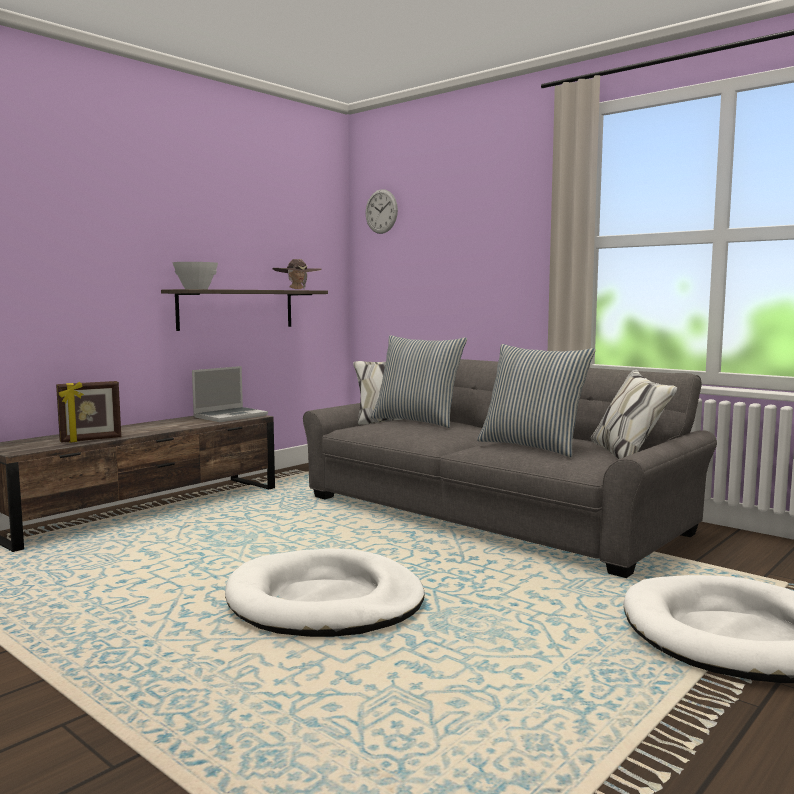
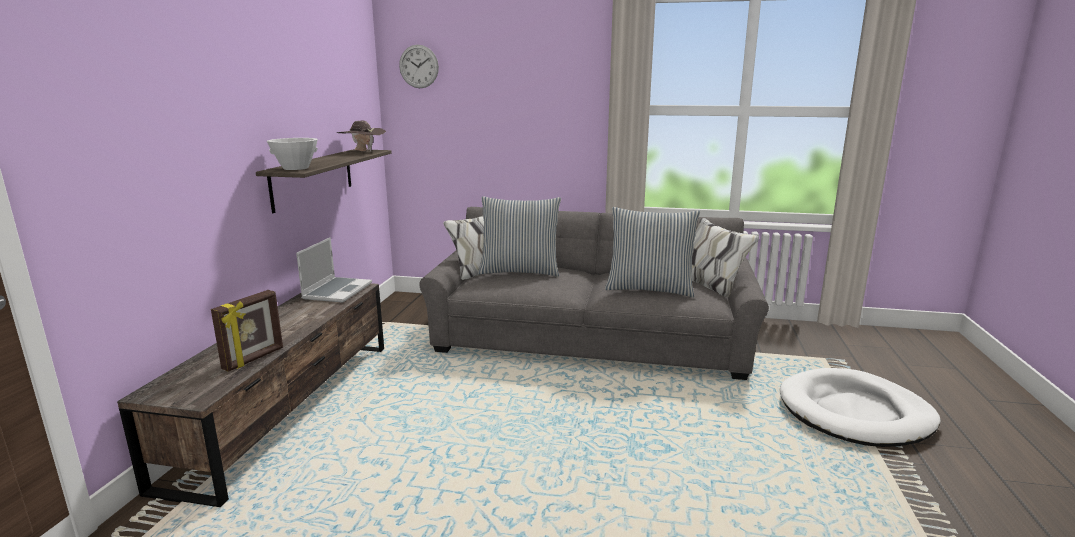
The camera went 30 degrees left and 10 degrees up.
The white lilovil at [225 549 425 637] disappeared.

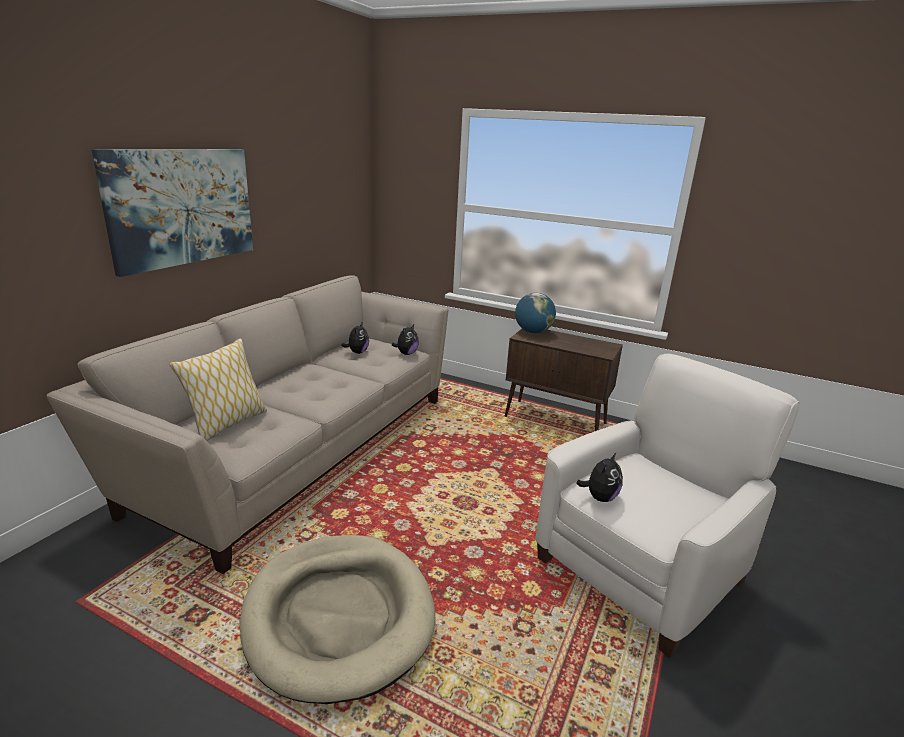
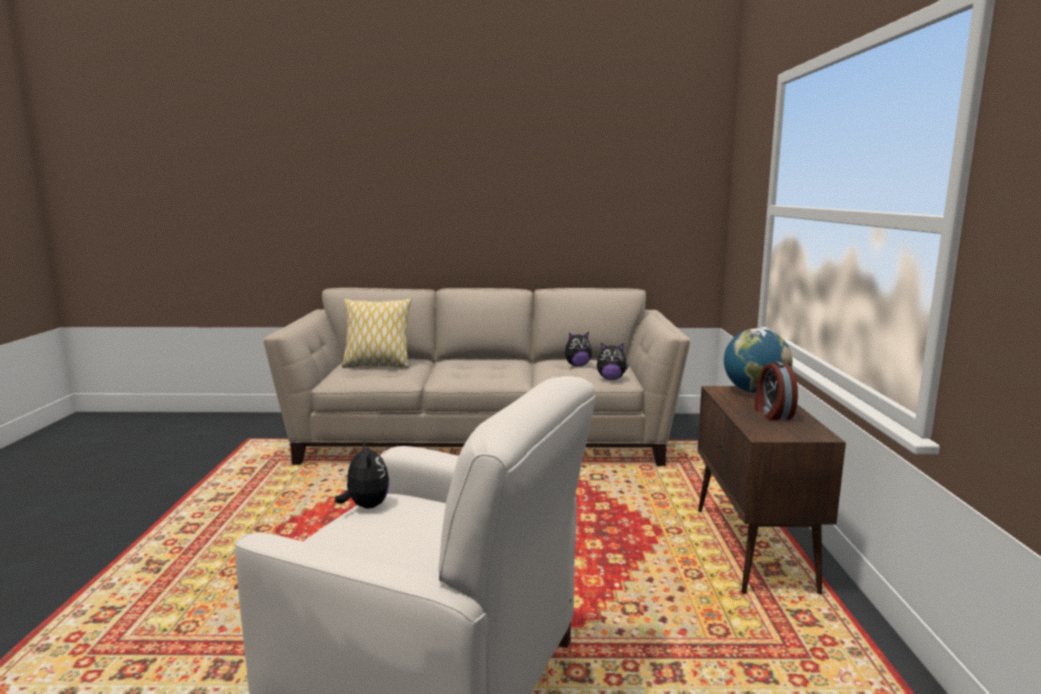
The camera went 65 degrees right and 10 degrees down.
The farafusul at [91 149 253 277] disappeared.
The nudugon at [576 453 623 502] turned 120 degrees counterclockwise.
The beige lilovil at [240 535 435 704] disappeared.
The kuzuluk at [755 361 798 420] appeared.

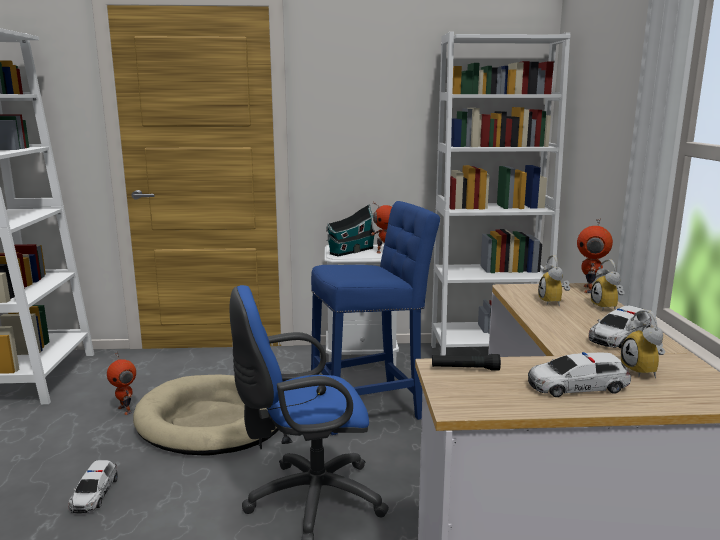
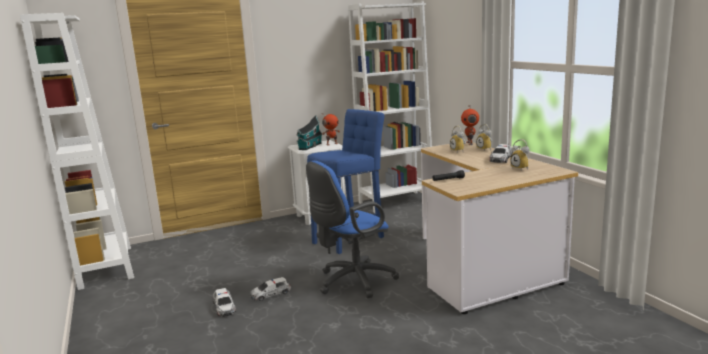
The camera went 20 degrees left and 0 degrees up.
The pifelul at [107 352 136 415] disappeared.
The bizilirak moved from [528 352 631 397] to [250 277 292 301].
The beige lilovil at [133 374 279 456] disappeared.

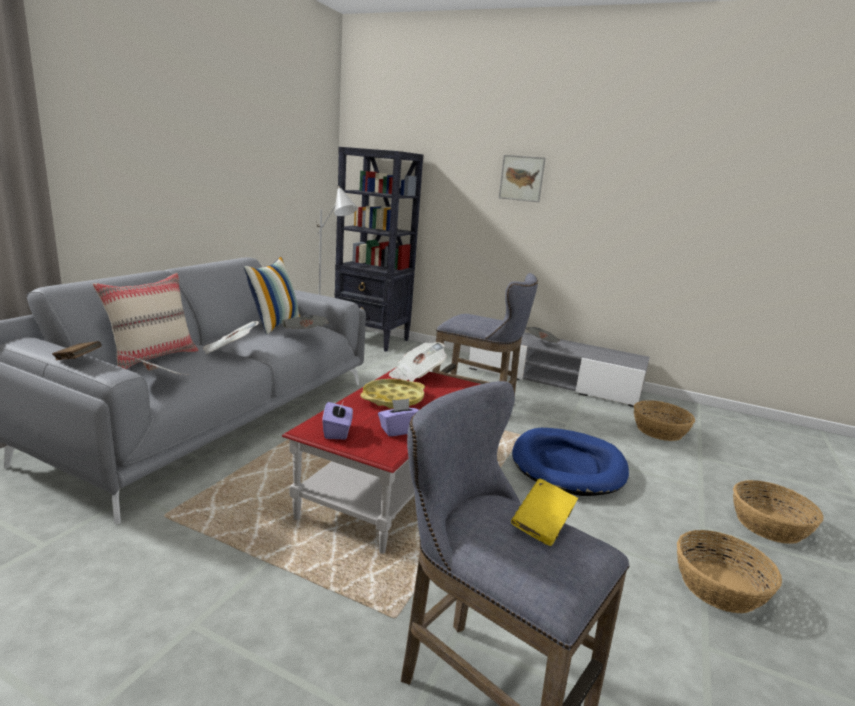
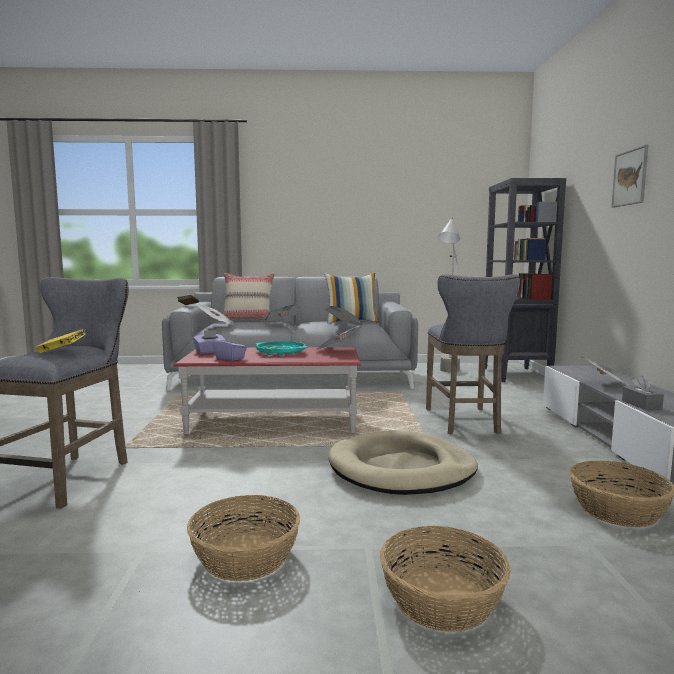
The camera went 65 degrees right and 10 degrees down.
The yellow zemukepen at [360 379 425 409] became the turquoise zemukepen at [255 341 307 356].
The blue lilovil at [512 428 629 496] became the beige lilovil at [328 430 478 495].
The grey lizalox at [622 376 664 410] appeared.

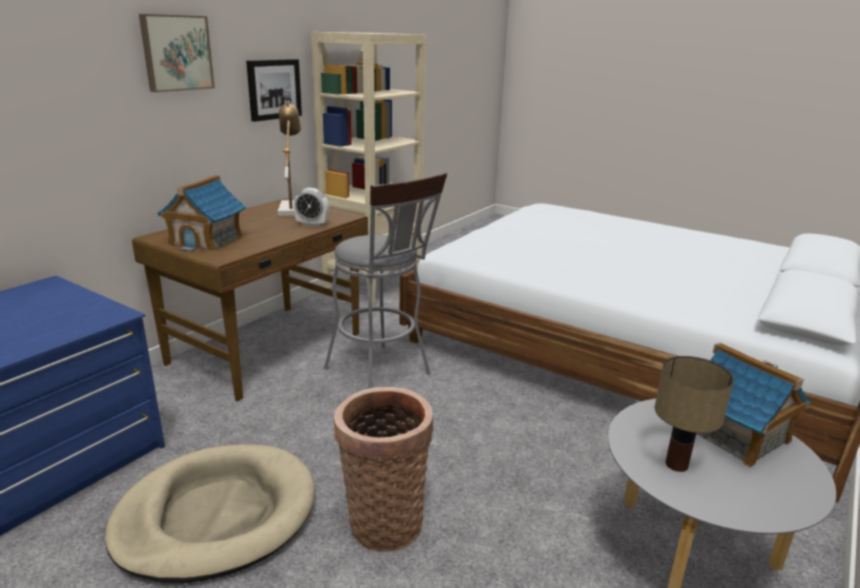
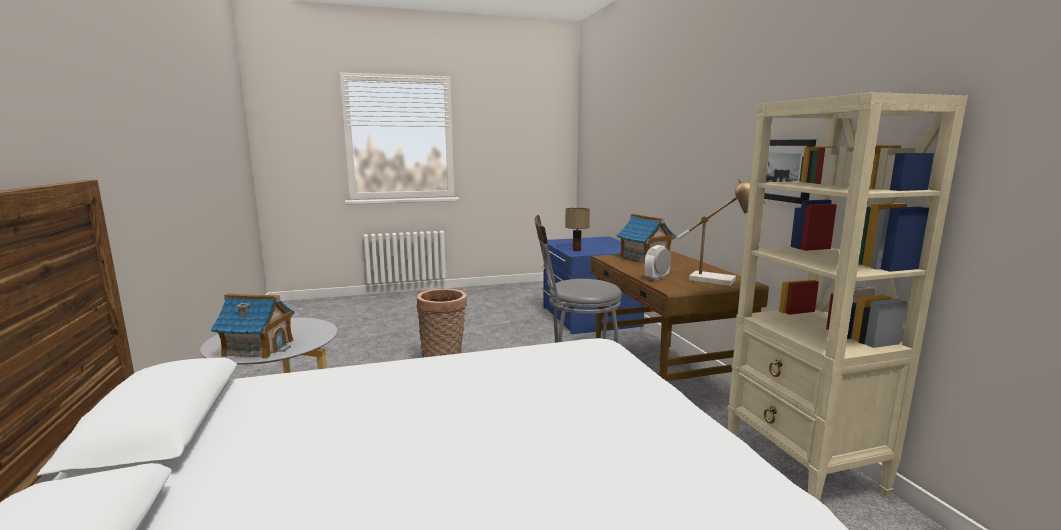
The camera went 130 degrees right and 10 degrees down.
The farafusul at [139 14 215 92] disappeared.
The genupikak moved from [655 356 734 472] to [565 208 590 251].
The beige lilovil at [105 444 314 583] disappeared.

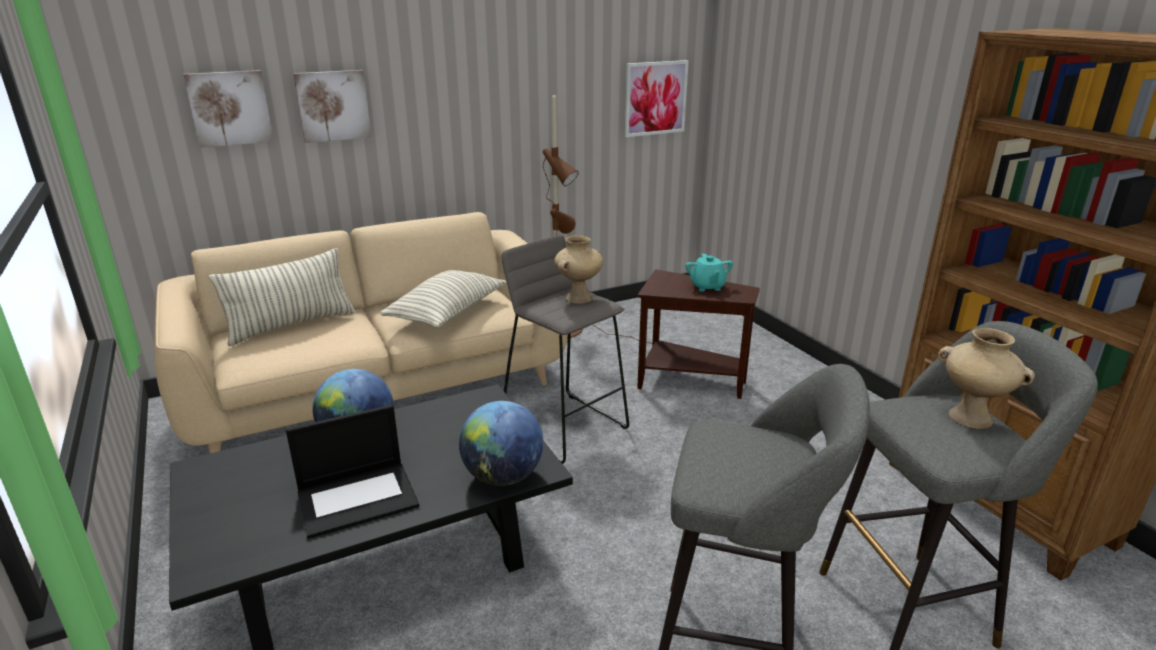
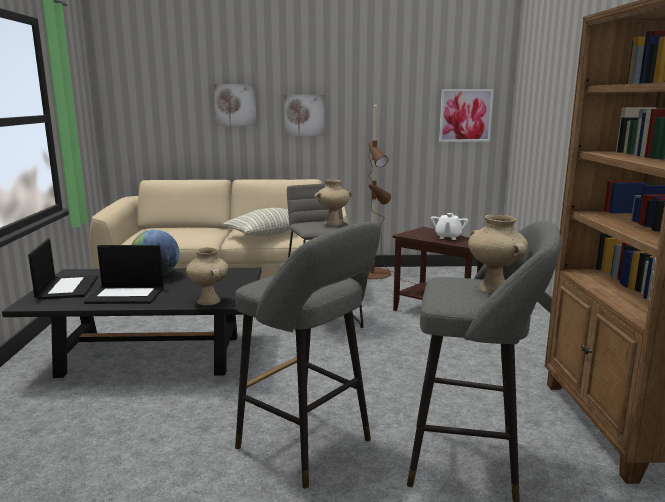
The camera went 25 degrees right and 10 degrees down.
The farafusul moved from [183 70 274 148] to [284 95 325 136].
The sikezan at [209 248 355 346] disappeared.
The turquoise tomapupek at [685 254 733 292] became the white tomapupek at [431 213 468 240].
The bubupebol at [459 401 544 486] was replaced by the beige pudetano at [186 248 228 306].
The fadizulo at [28 238 98 300] appeared.

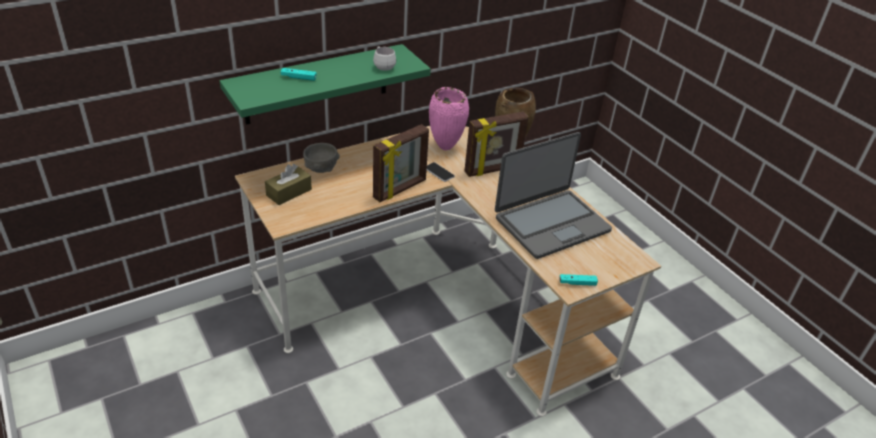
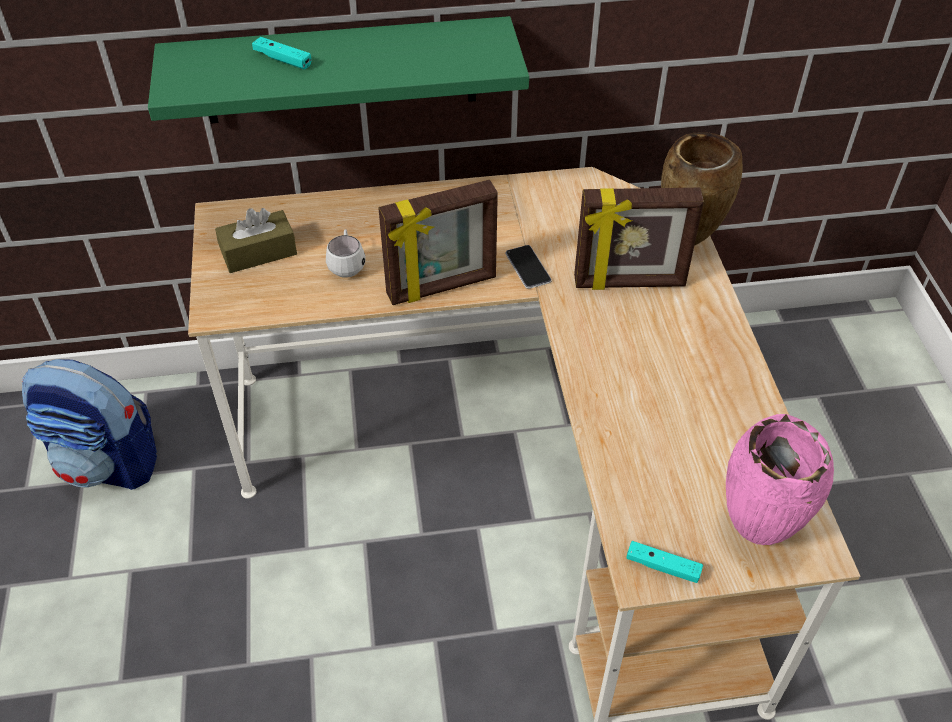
The camera went 25 degrees right and 10 degrees up.
The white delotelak moved from [373 46 396 71] to [326 229 365 278].
The pink pudetano moved from [429 87 469 150] to [726 414 834 545].
The fadizulo at [495 132 612 259] disappeared.
The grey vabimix at [303 143 340 173] disappeared.
The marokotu at [22 359 157 490] appeared.

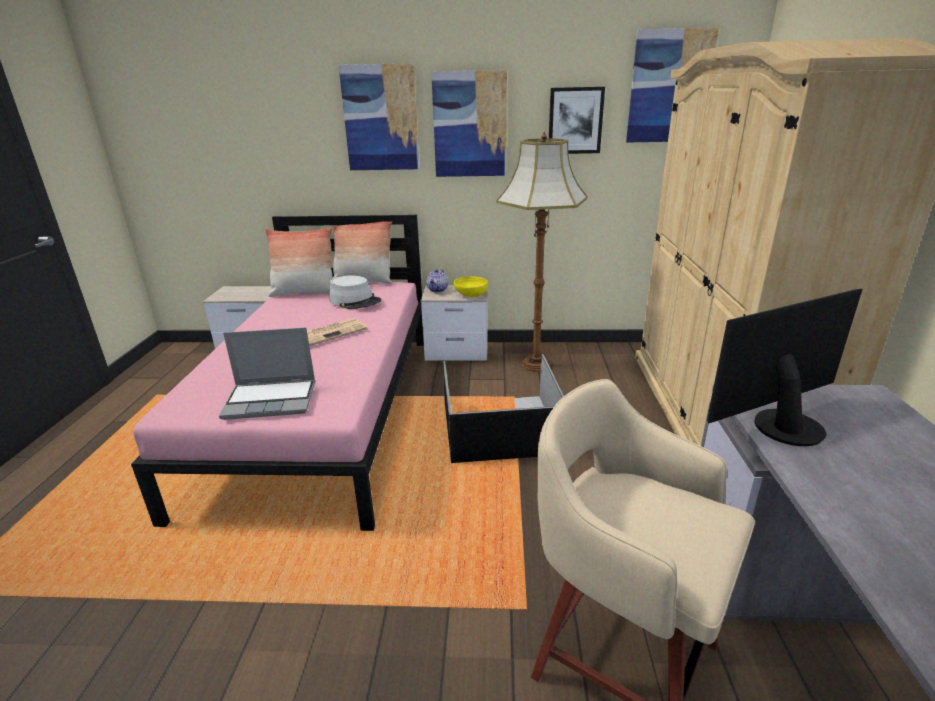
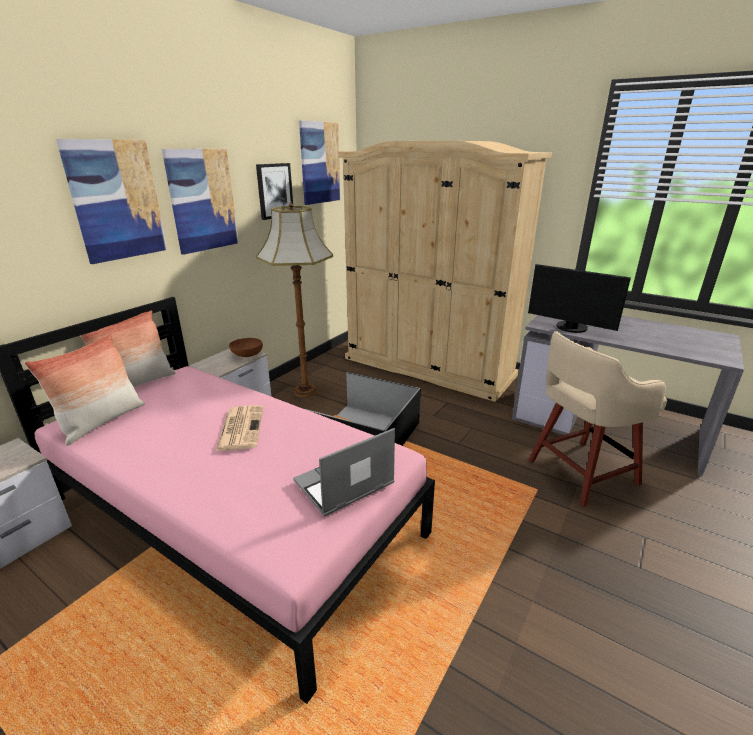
The camera went 60 degrees left and 0 degrees up.
The tomapupek at [426 269 448 293] disappeared.
The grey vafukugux at [329 275 381 309] disappeared.
The yellow vabimix at [454 276 488 297] became the brown vabimix at [229 338 263 357].
The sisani at [707 289 863 446] turned 60 degrees counterclockwise.
The fadizulo at [219 327 315 420] turned 150 degrees counterclockwise.

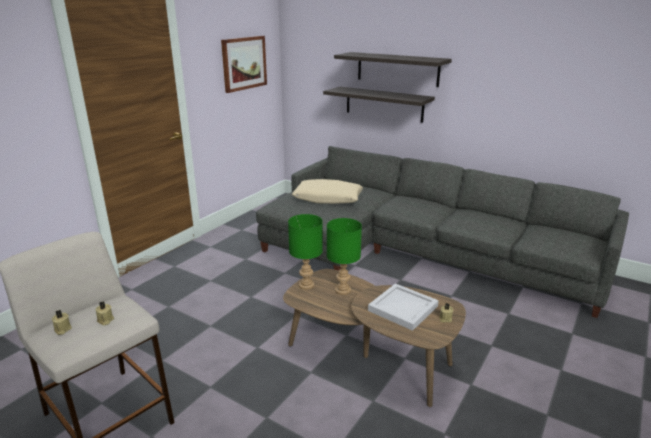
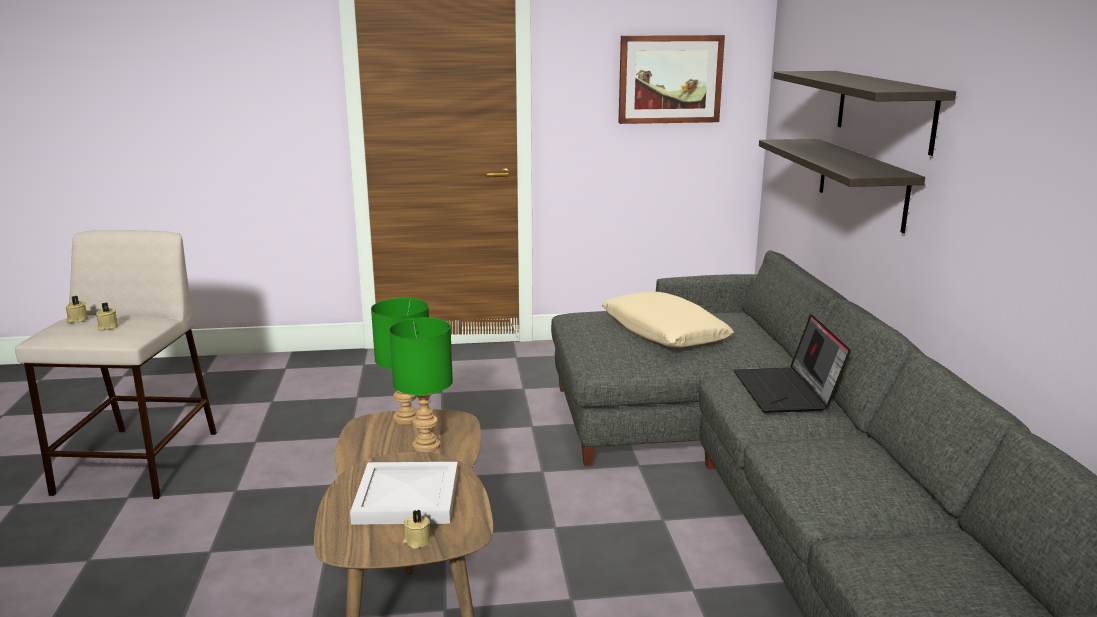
The camera went 50 degrees right and 5 degrees down.
The fadizulo at [734 314 851 413] appeared.

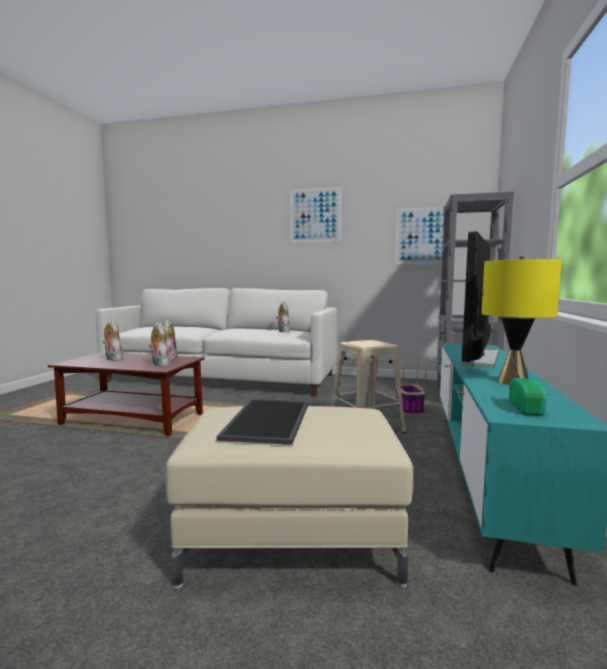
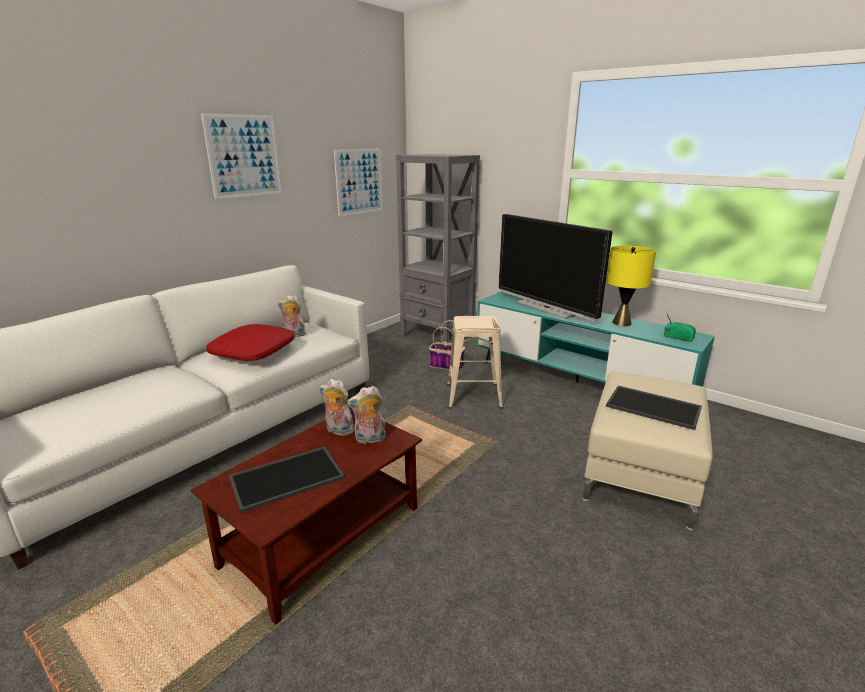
The camera went 65 degrees left and 15 degrees up.
The nudugon at [103 320 124 361] was replaced by the zemukepen at [229 447 345 513].
The red sikezan at [206 324 294 361] appeared.

